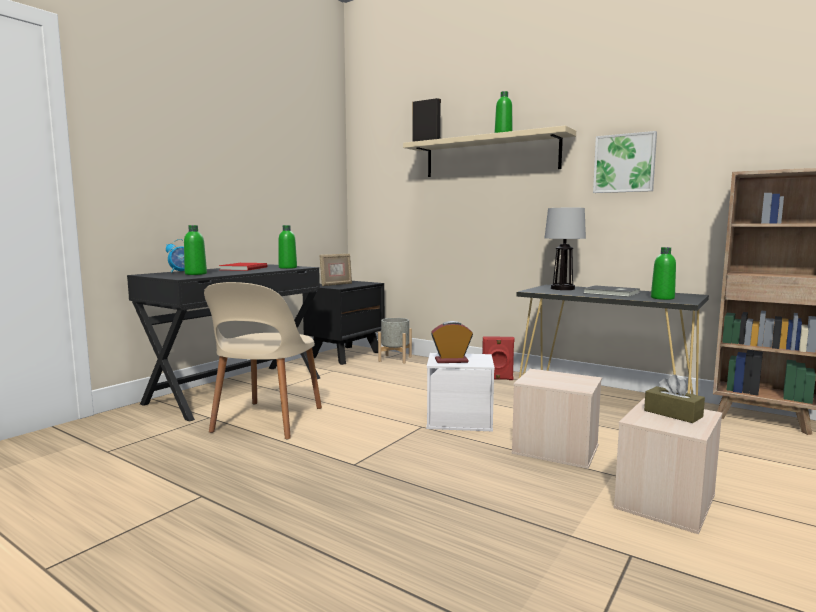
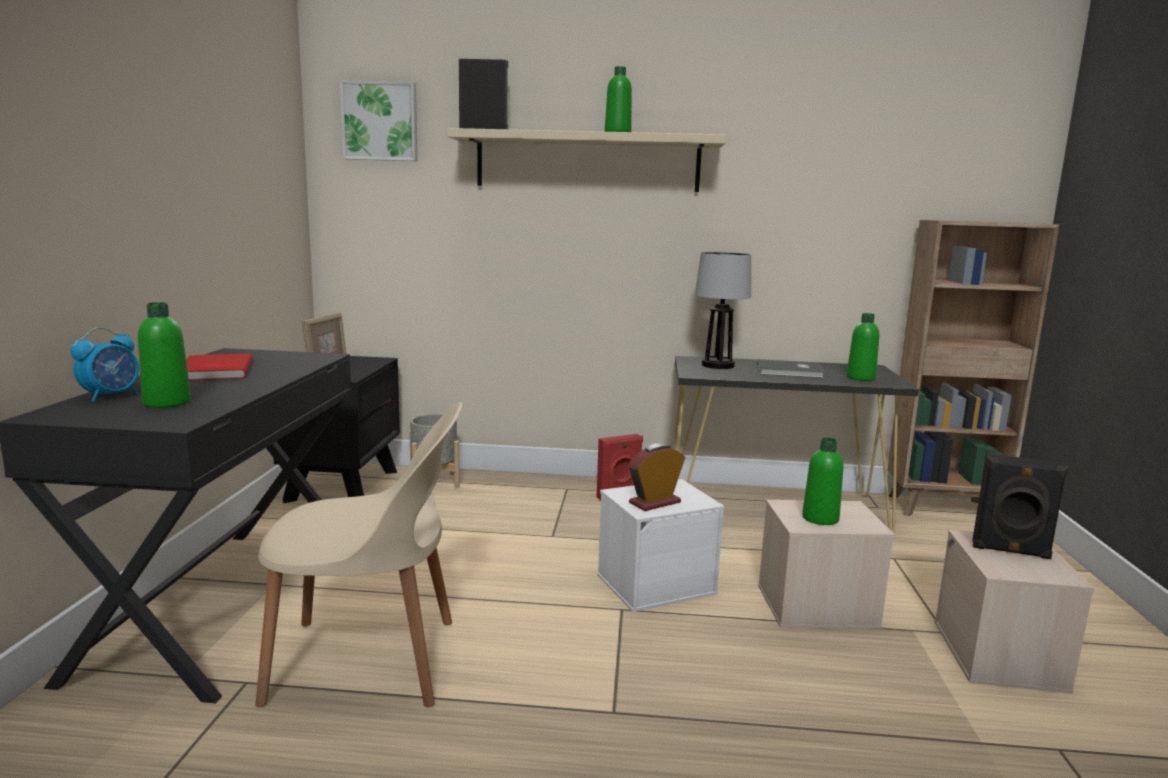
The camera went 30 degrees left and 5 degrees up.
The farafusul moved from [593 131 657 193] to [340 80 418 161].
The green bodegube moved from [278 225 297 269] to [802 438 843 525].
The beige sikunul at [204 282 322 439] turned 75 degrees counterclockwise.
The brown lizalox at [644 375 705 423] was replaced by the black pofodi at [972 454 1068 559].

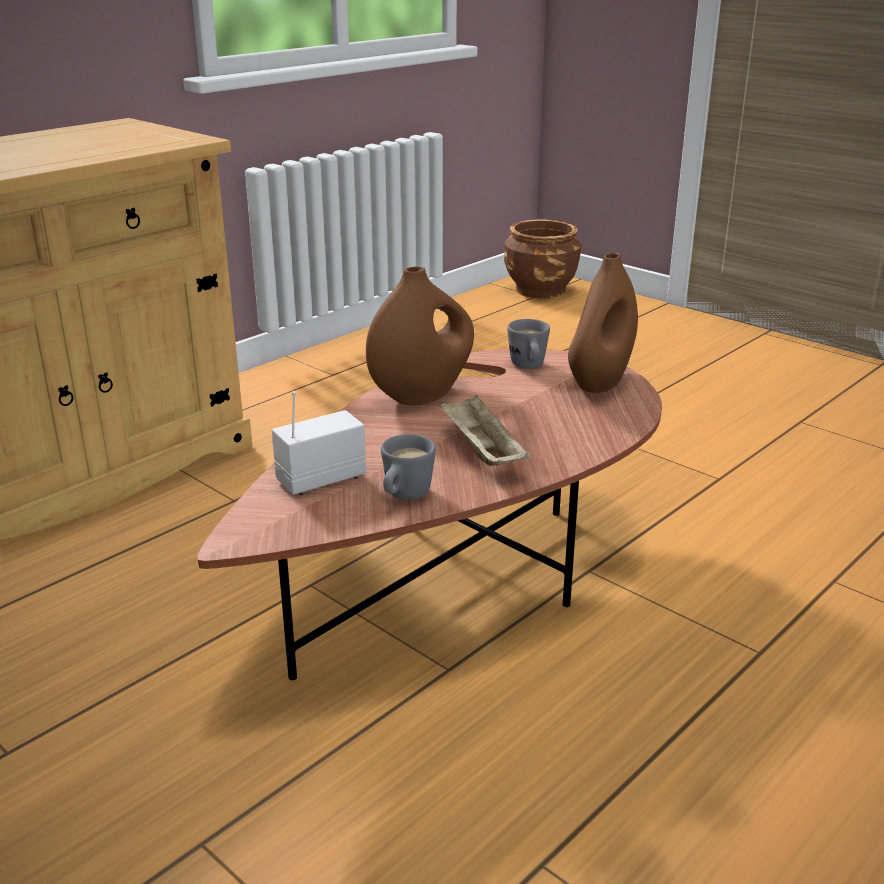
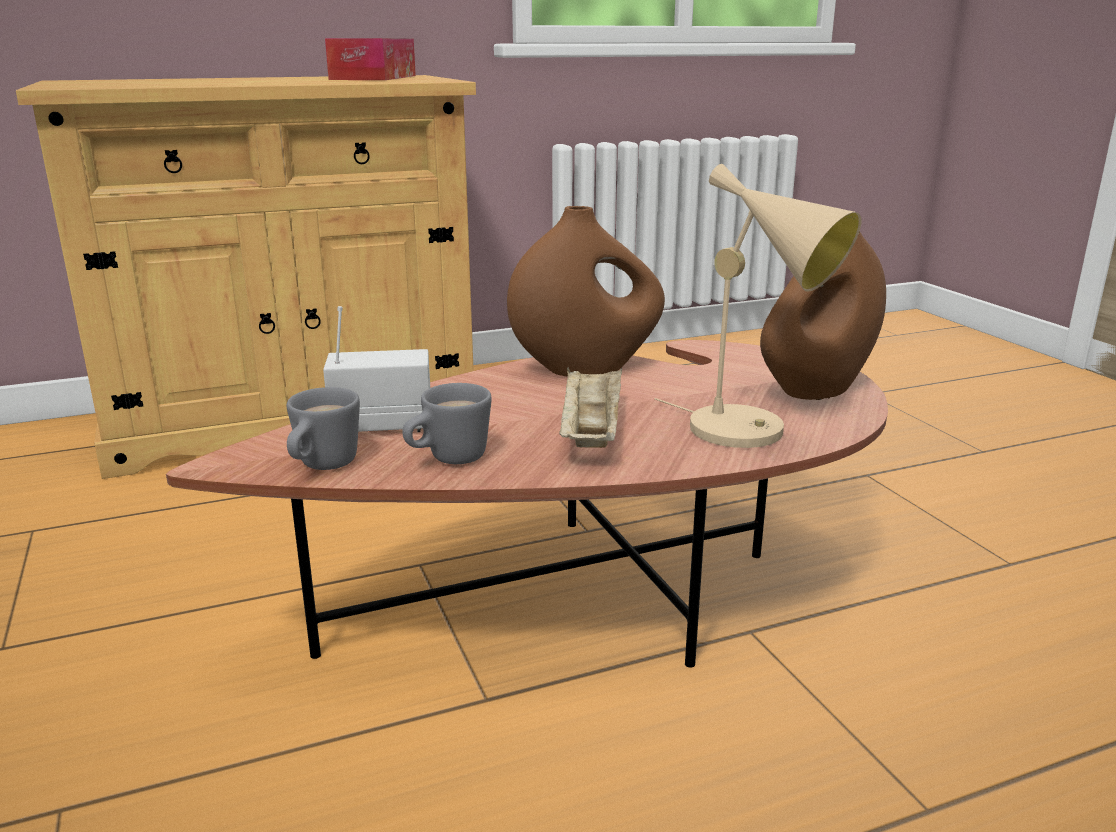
The camera went 25 degrees right and 5 degrees down.
The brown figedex at [504 220 582 299] disappeared.
The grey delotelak moved from [507 319 550 369] to [287 387 360 470].
The lizalox at [325 38 416 80] appeared.
The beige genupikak at [655 164 861 448] appeared.

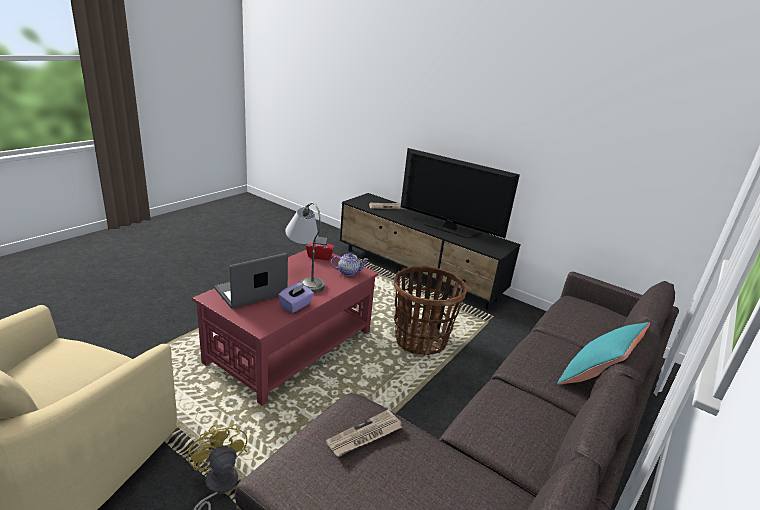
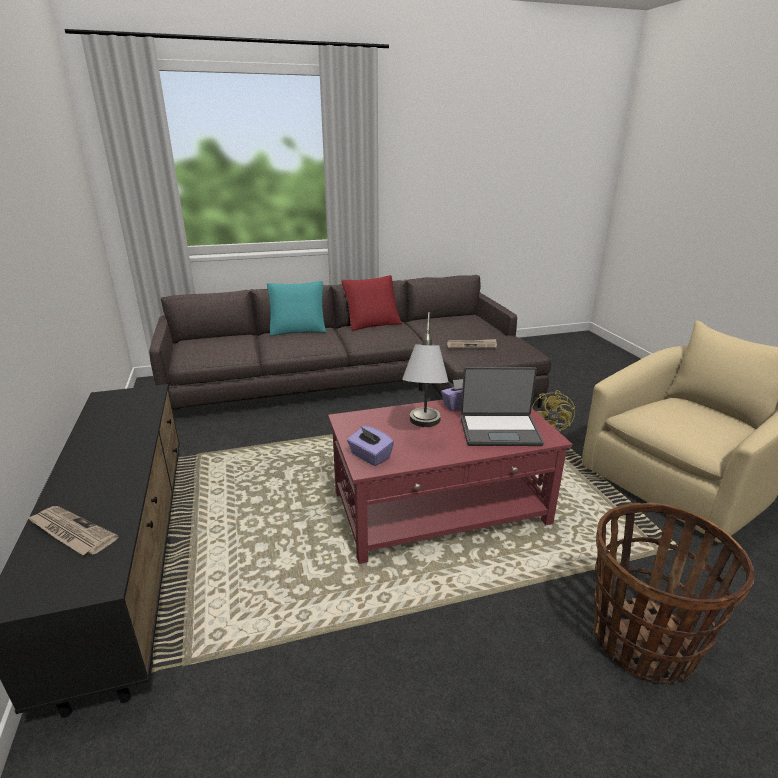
The camera went 140 degrees left and 0 degrees up.
The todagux at [401 148 520 238] disappeared.
The red lizalox at [306 237 335 260] became the purple lizalox at [347 426 394 466].
The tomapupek at [331 253 368 276] disappeared.
The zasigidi moved from [394 266 467 355] to [593 503 755 683].
The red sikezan at [341 275 402 331] appeared.

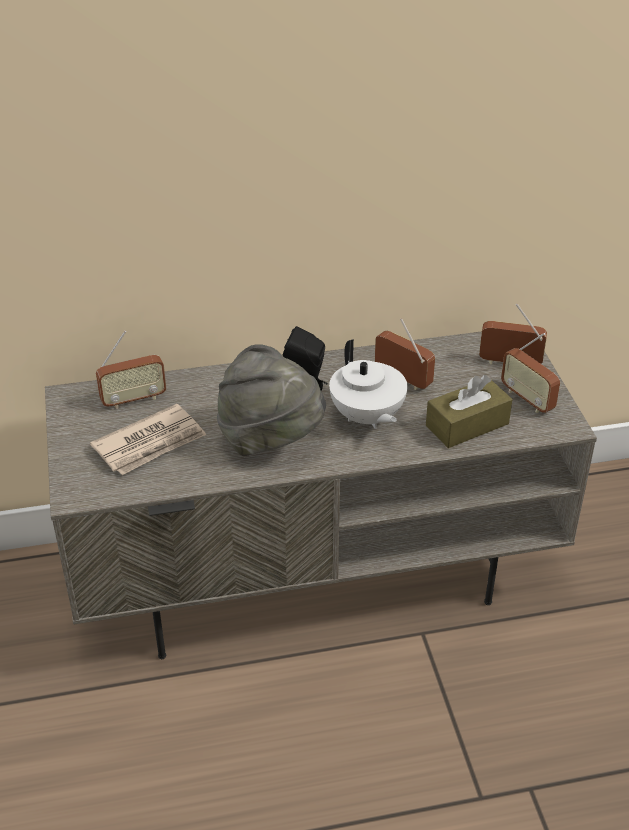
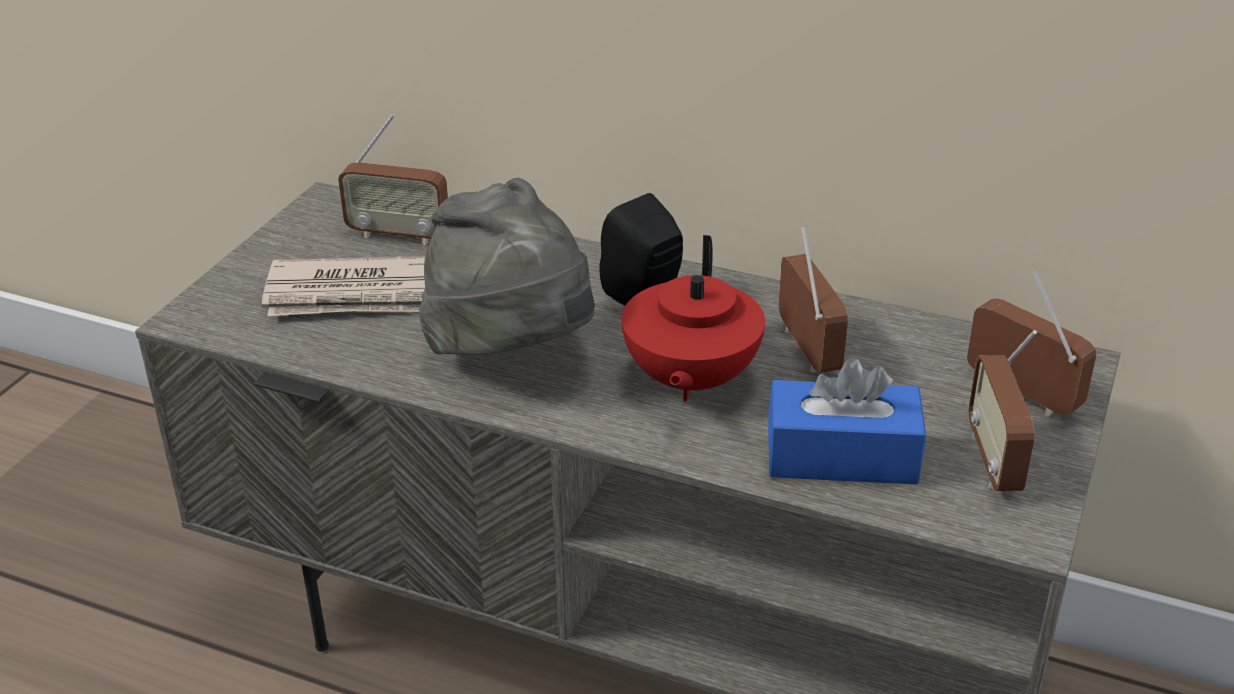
The camera went 35 degrees right and 5 degrees down.
The white tomapupek at [329 339 408 429] became the red tomapupek at [621 235 765 402].
The brown lizalox at [426 375 513 448] became the blue lizalox at [768 358 926 485].

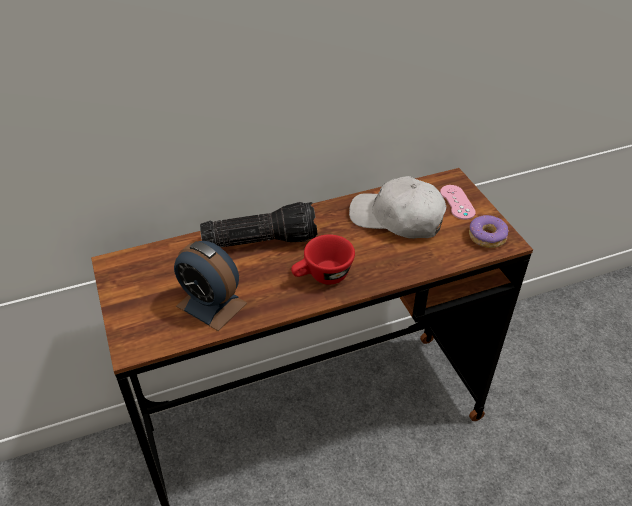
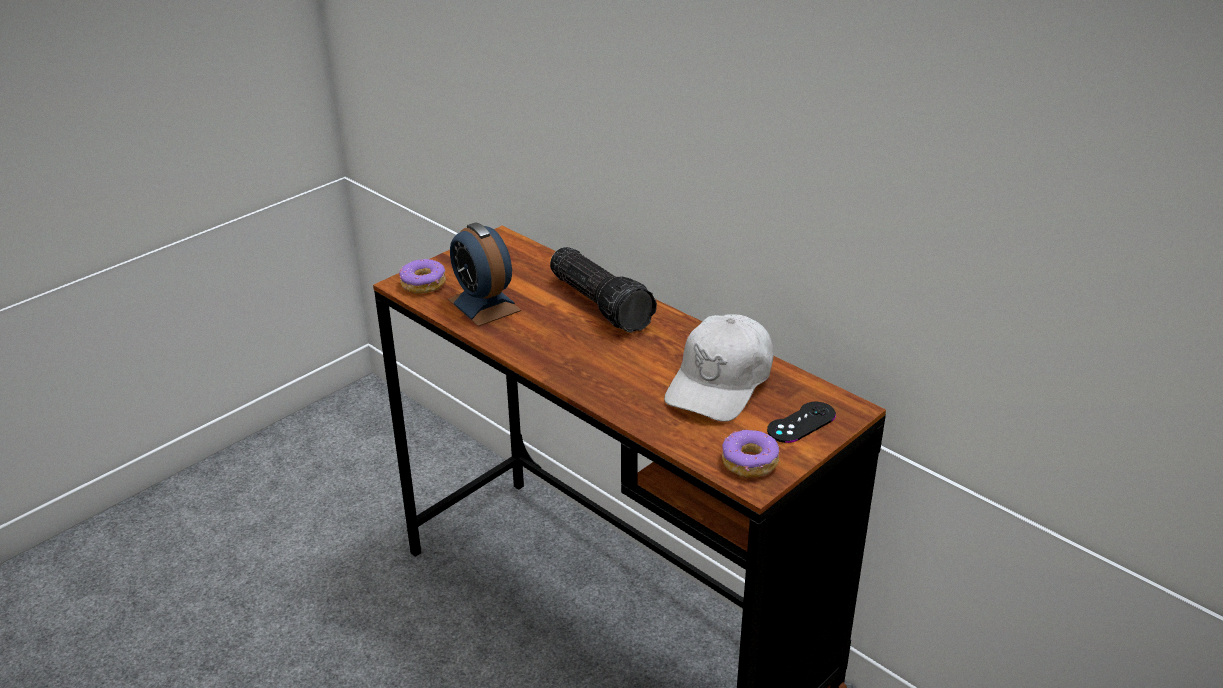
The camera went 65 degrees right and 10 degrees down.
The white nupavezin at [349 176 447 239] turned 150 degrees counterclockwise.
The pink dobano at [440 185 476 220] became the black dobano at [767 402 836 443].
The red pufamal at [291 234 355 285] disappeared.
The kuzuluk at [174 241 247 331] turned 45 degrees counterclockwise.
The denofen at [399 259 446 293] appeared.

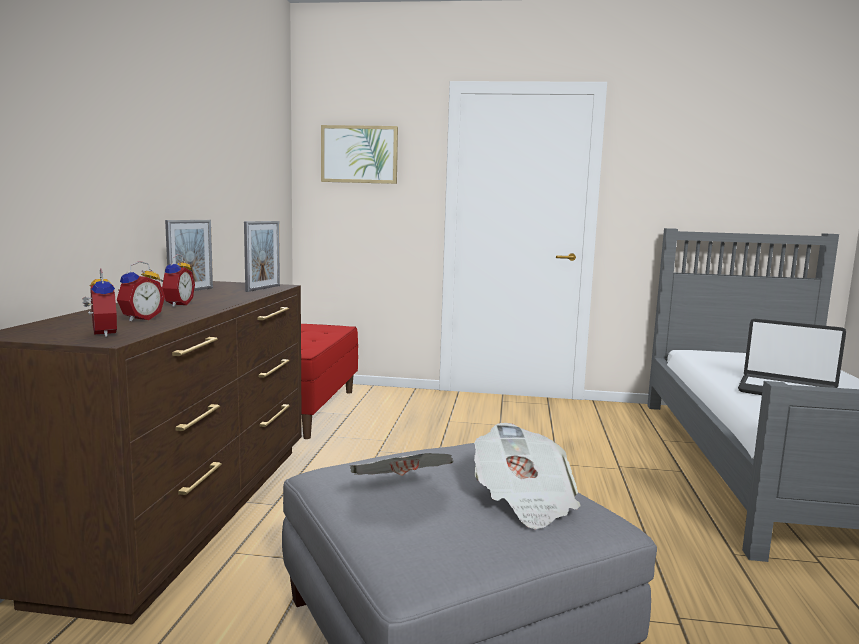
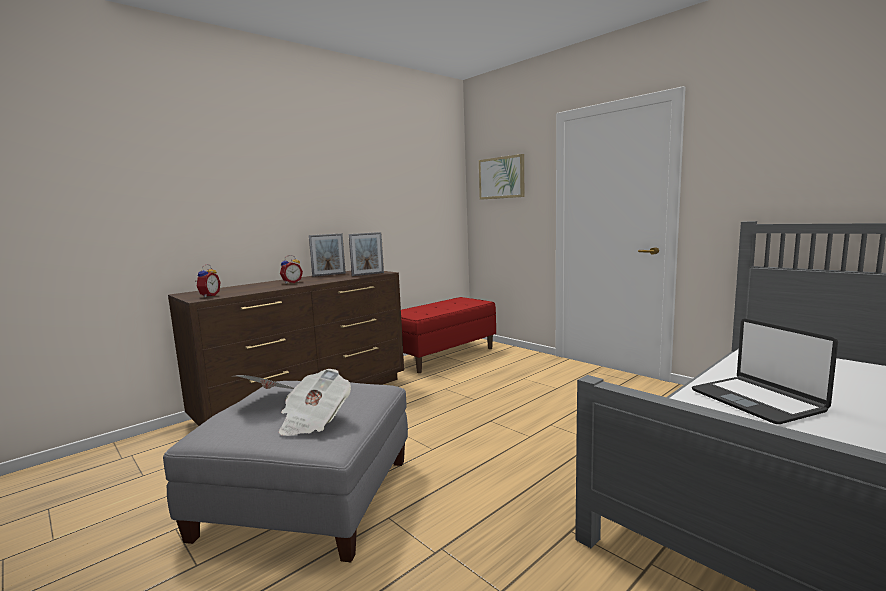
The camera went 40 degrees right and 0 degrees up.
The kuzuluk at [117 261 165 322] disappeared.

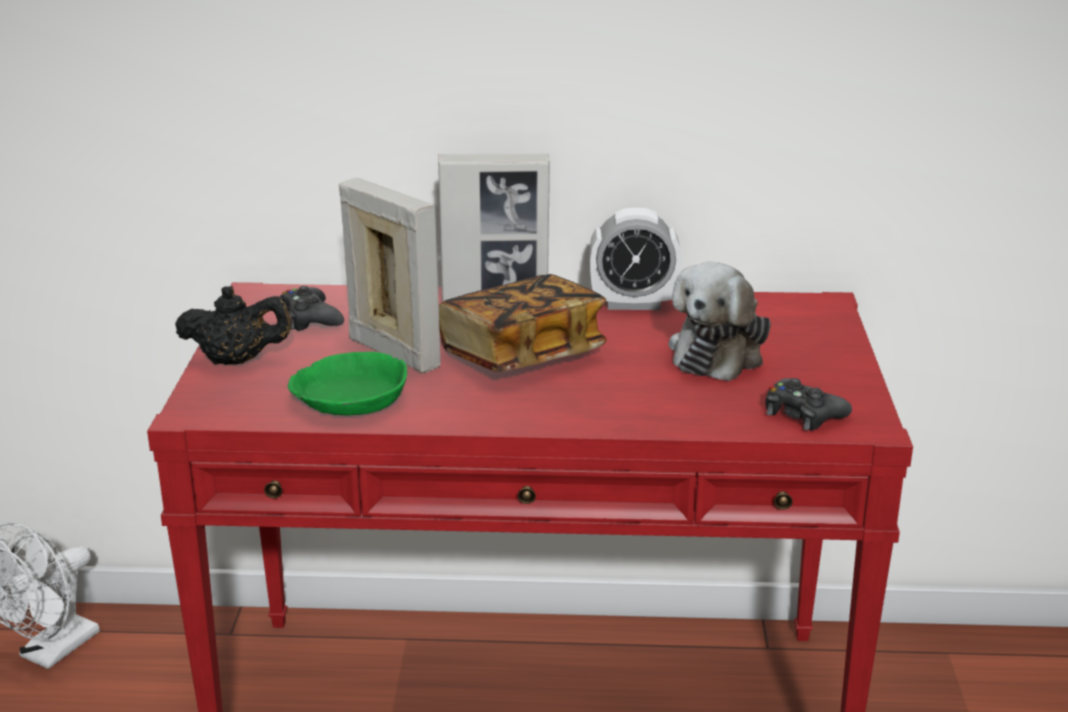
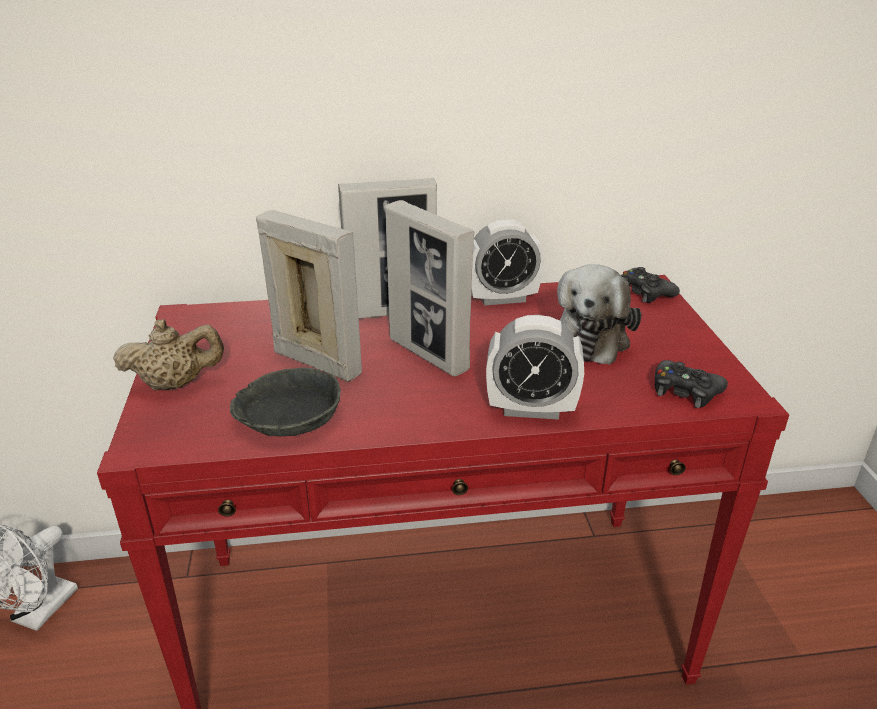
The camera went 10 degrees left and 5 degrees up.
The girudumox at [439 274 607 372] was replaced by the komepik at [385 200 474 376].
The black tomapupek at [175 286 292 365] became the beige tomapupek at [113 319 224 390].
The black dobano moved from [279 286 344 331] to [622 267 680 303].
The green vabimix at [288 352 407 416] became the grey vabimix at [230 367 341 436].
The kuzuluk at [486 315 584 420] appeared.

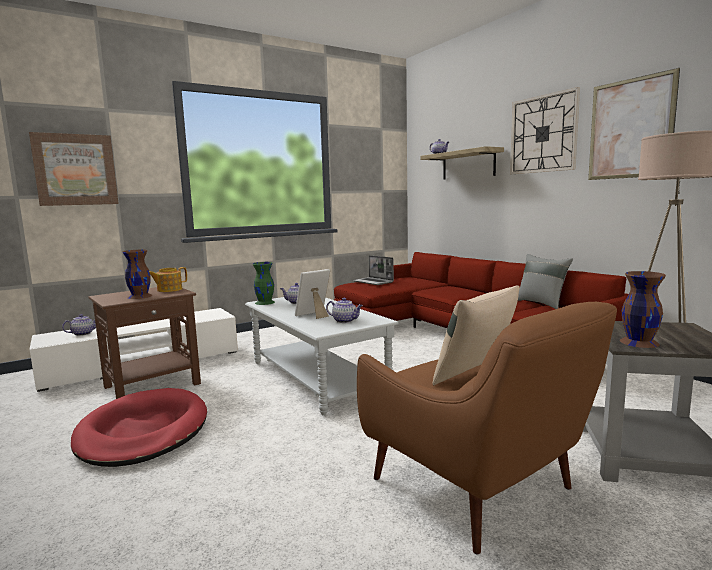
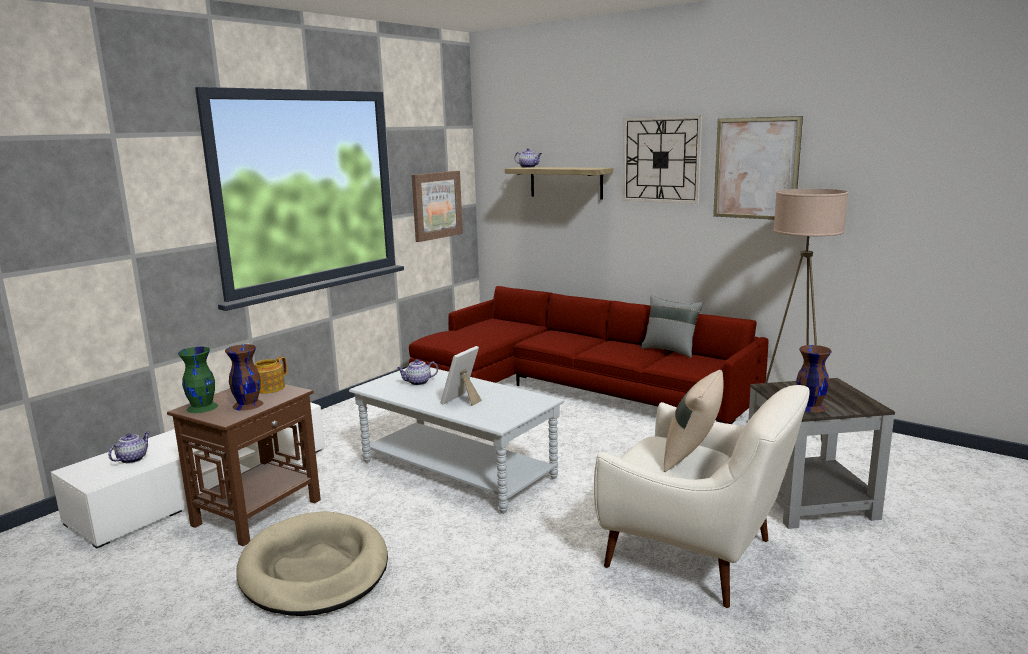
The camera went 20 degrees left and 5 degrees up.
The farafusul moved from [29 132 119 206] to [412 171 463 242].
The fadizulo at [353 255 394 285] disappeared.
The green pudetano moved from [253 262 275 305] to [178 347 218 413].
The tomapupek at [326 298 363 323] disappeared.
The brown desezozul at [357 302 617 555] became the white desezozul at [594 385 810 608].
The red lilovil at [71 388 207 467] became the beige lilovil at [236 511 388 616].

